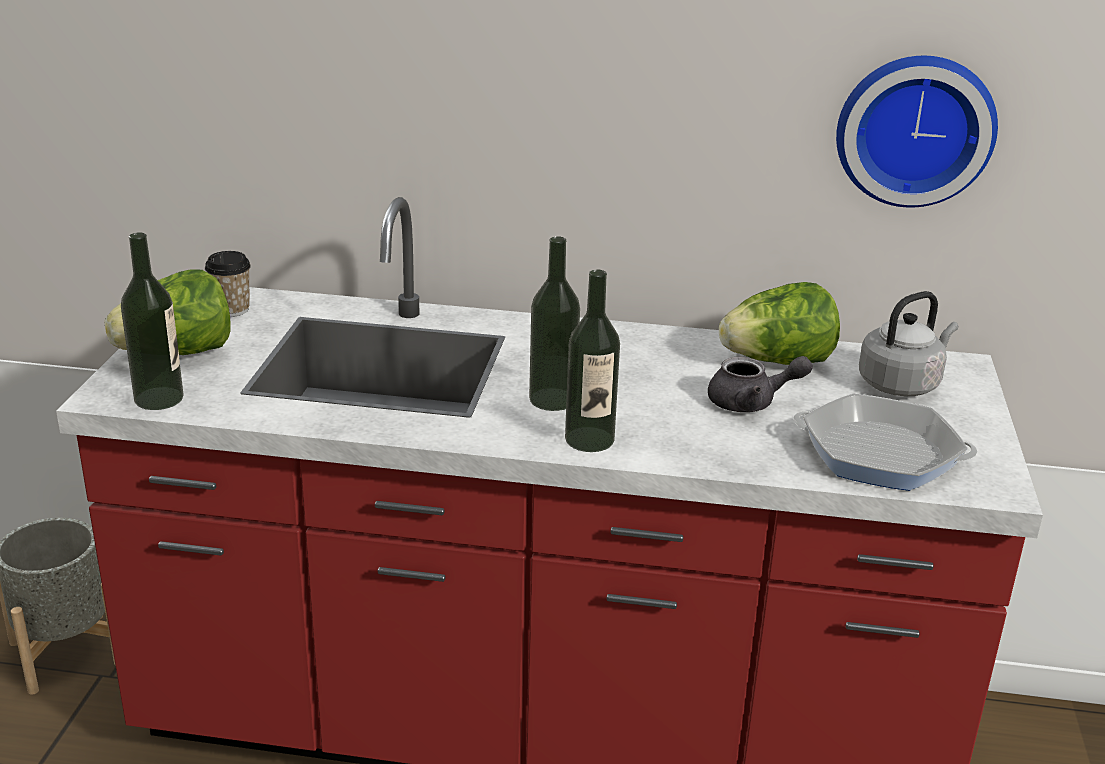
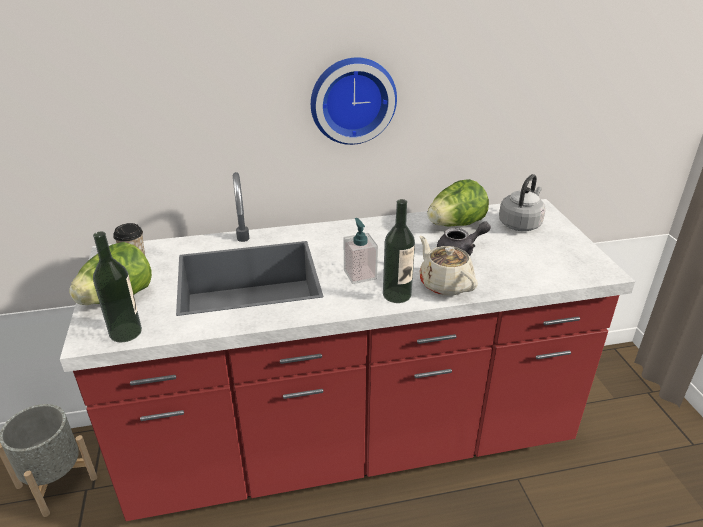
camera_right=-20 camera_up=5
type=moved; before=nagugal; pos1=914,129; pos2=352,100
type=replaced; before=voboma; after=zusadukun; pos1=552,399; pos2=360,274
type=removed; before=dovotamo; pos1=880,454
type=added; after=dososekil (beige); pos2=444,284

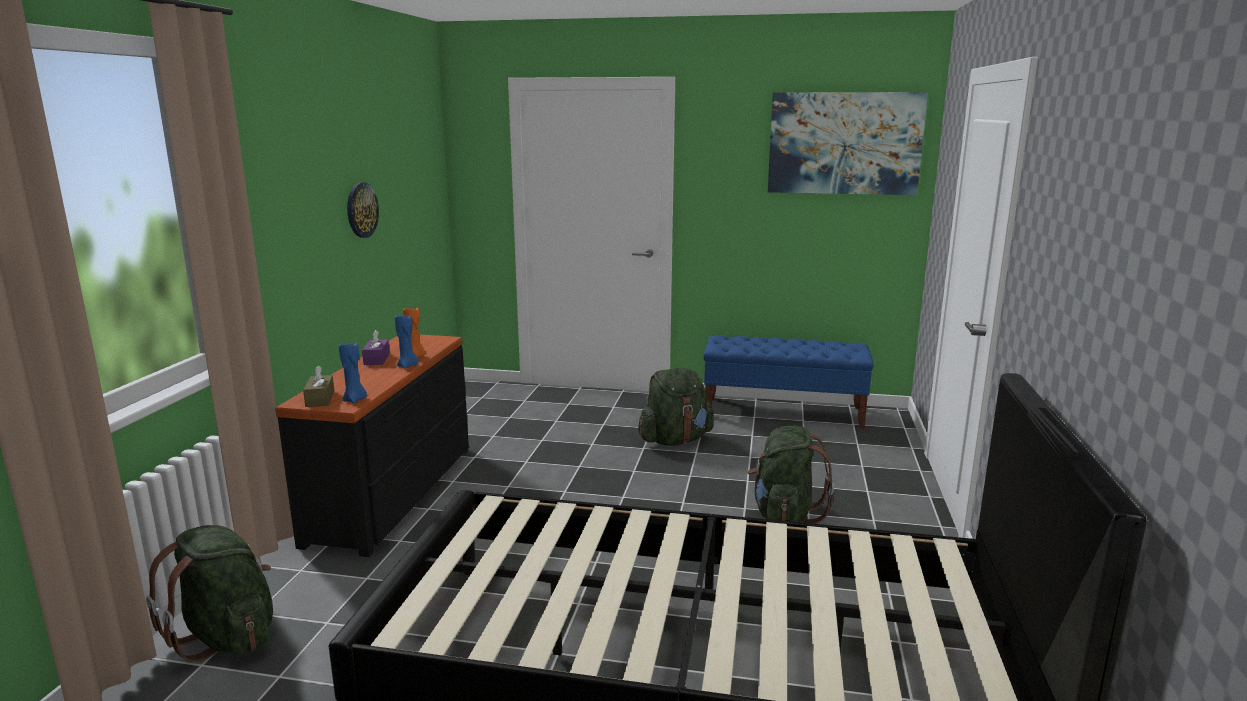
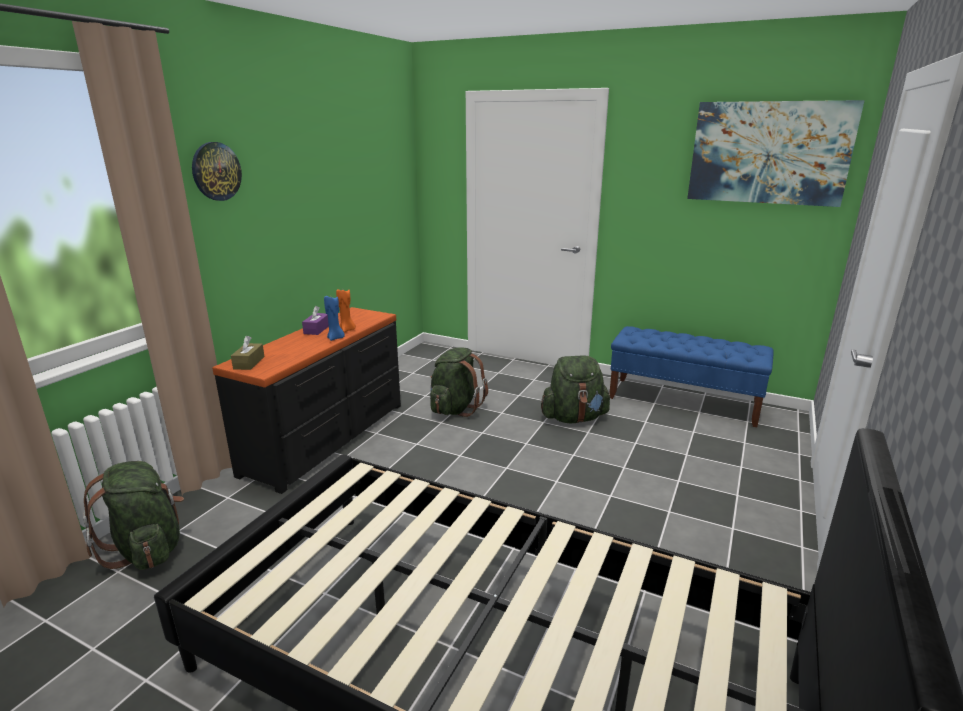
camera_right=15 camera_up=5
type=moved; before=nagugal; pos1=361,210; pos2=216,171
type=removed; before=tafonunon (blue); pos1=355,400
type=moved; before=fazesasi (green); pos1=784,514; pos2=455,408

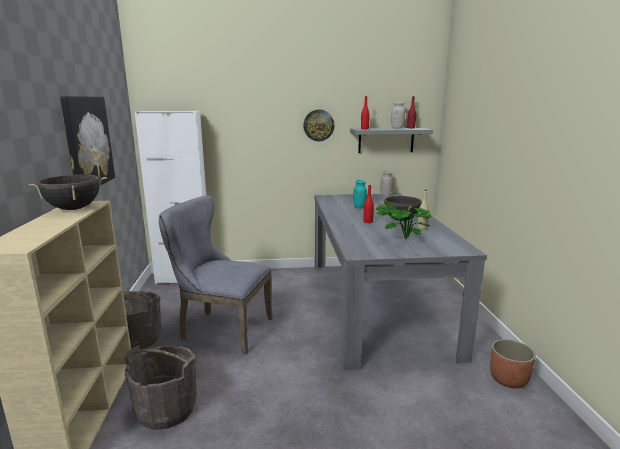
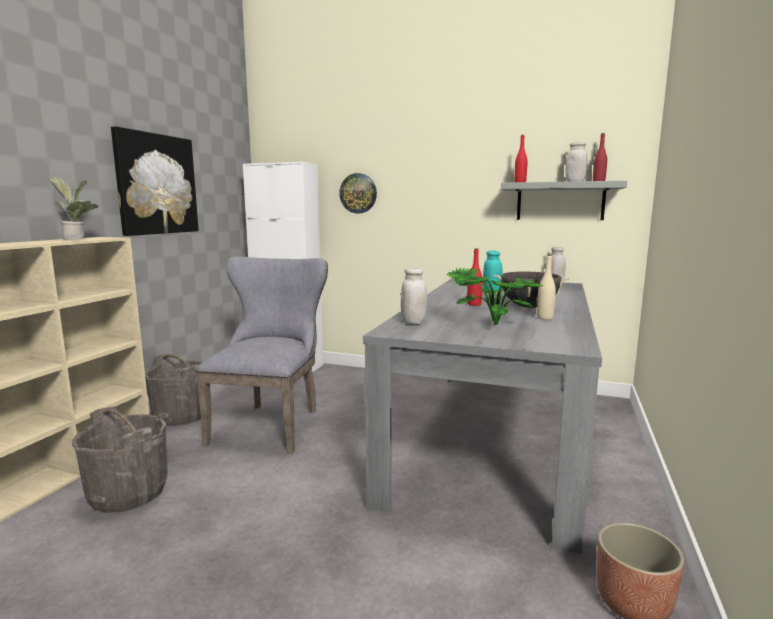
camera_right=25 camera_up=-5
type=moved; before=nagugal; pos1=318,125; pos2=358,193
type=replaced; before=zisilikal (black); after=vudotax; pos1=73,209; pos2=79,239
type=turned; before=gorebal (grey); pos1=220,329; pos2=271,423; turn=60
type=added; after=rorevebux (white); pos2=413,322

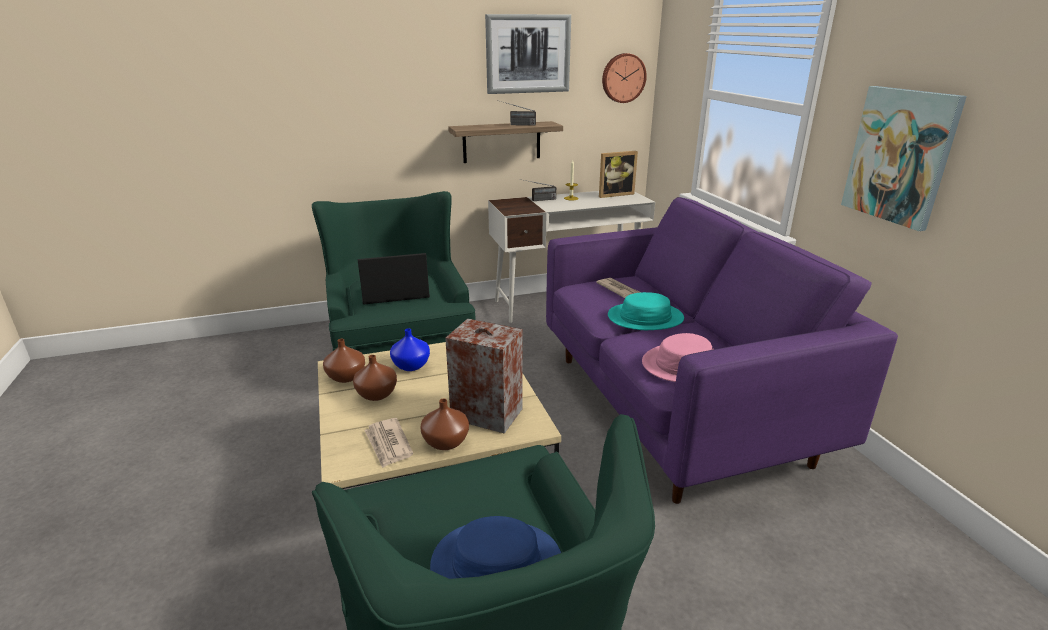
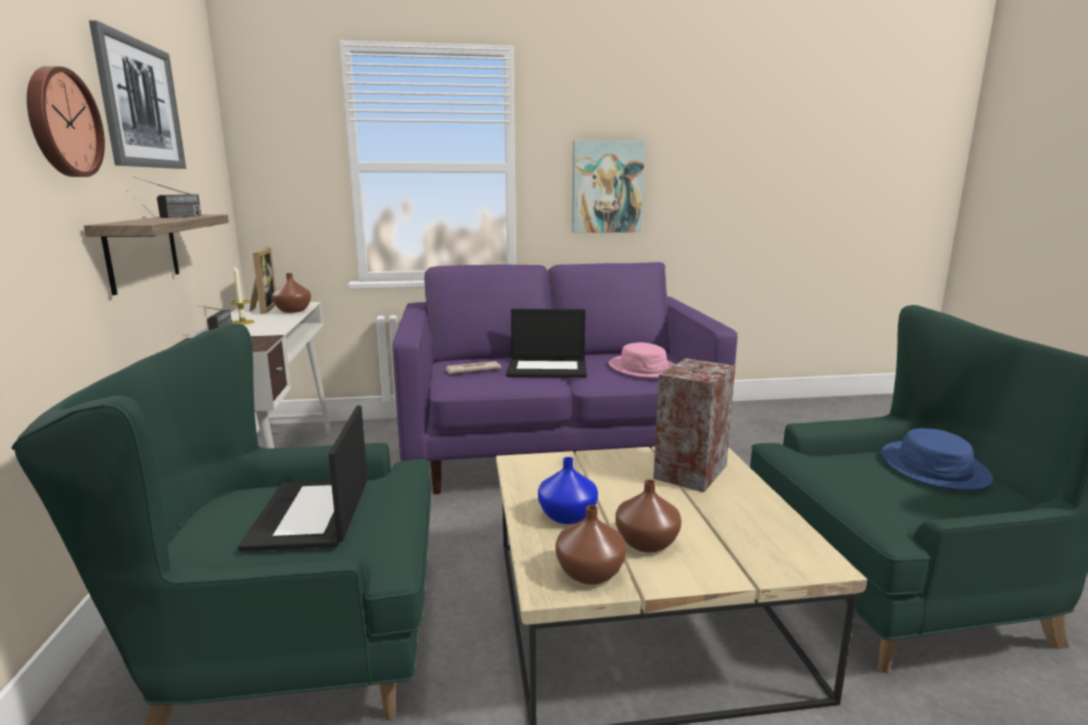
camera_right=-80 camera_up=-10
type=moved; before=nagugal; pos1=623,78; pos2=61,123
type=replaced; before=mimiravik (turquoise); after=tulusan; pos1=645,318; pos2=548,368
type=moved; before=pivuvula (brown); pos1=445,441; pos2=292,311
type=removed; before=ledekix; pos1=388,444

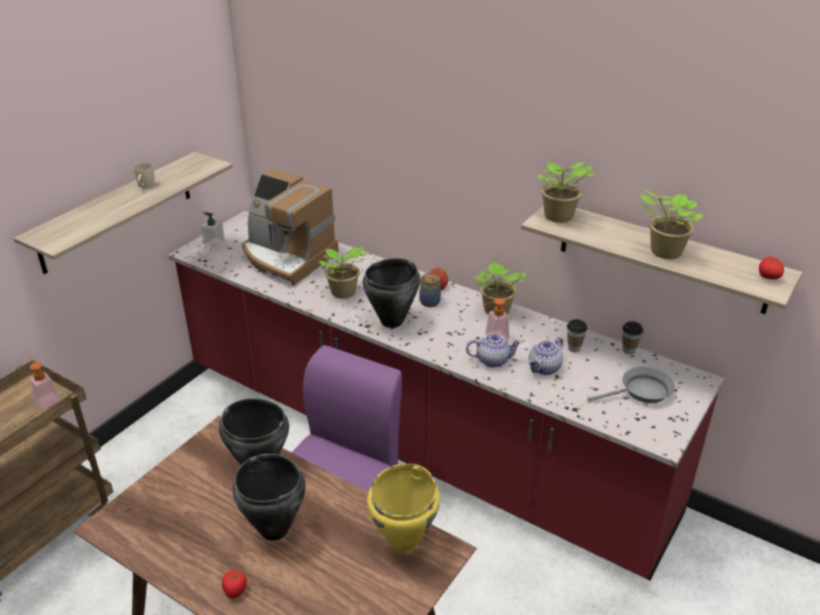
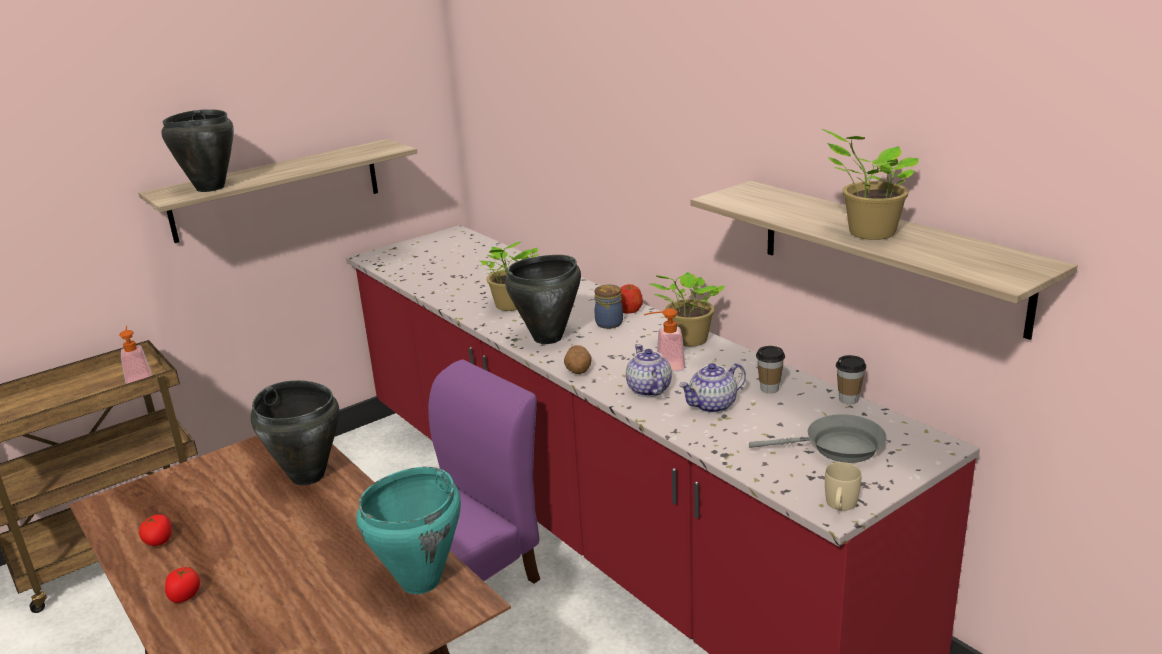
camera_right=20 camera_up=-10
type=moved; before=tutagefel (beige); pos1=145,186; pos2=840,506
type=removed; before=vudotax; pos1=558,217
type=removed; before=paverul; pos1=287,257
type=removed; before=zusadukun; pos1=214,243
type=moved; before=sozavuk; pos1=768,277; pos2=159,541
type=turned; before=dososekil; pos1=493,360; pos2=648,389; turn=-120
type=moved; before=zisilikal (black); pos1=274,530; pos2=210,188
type=recoloured; before=zisilikal (yellow); after=zisilikal (turquoise); pos1=404,541; pos2=421,581
type=added; after=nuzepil; pos2=578,371

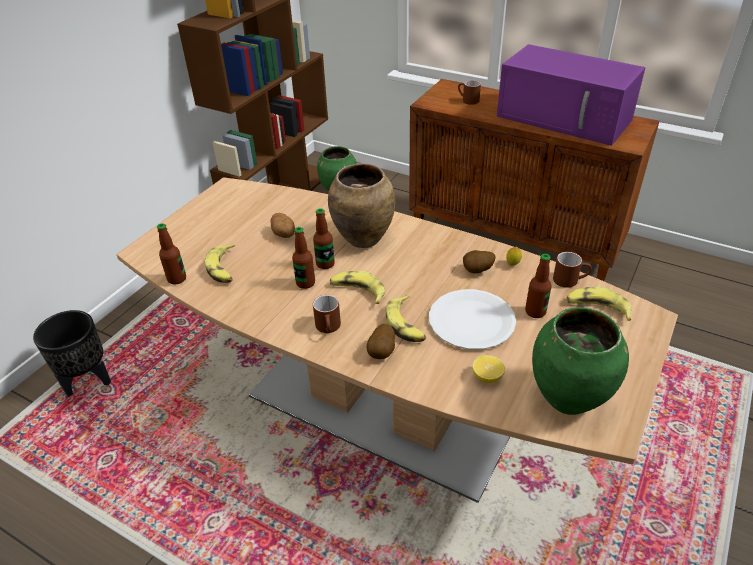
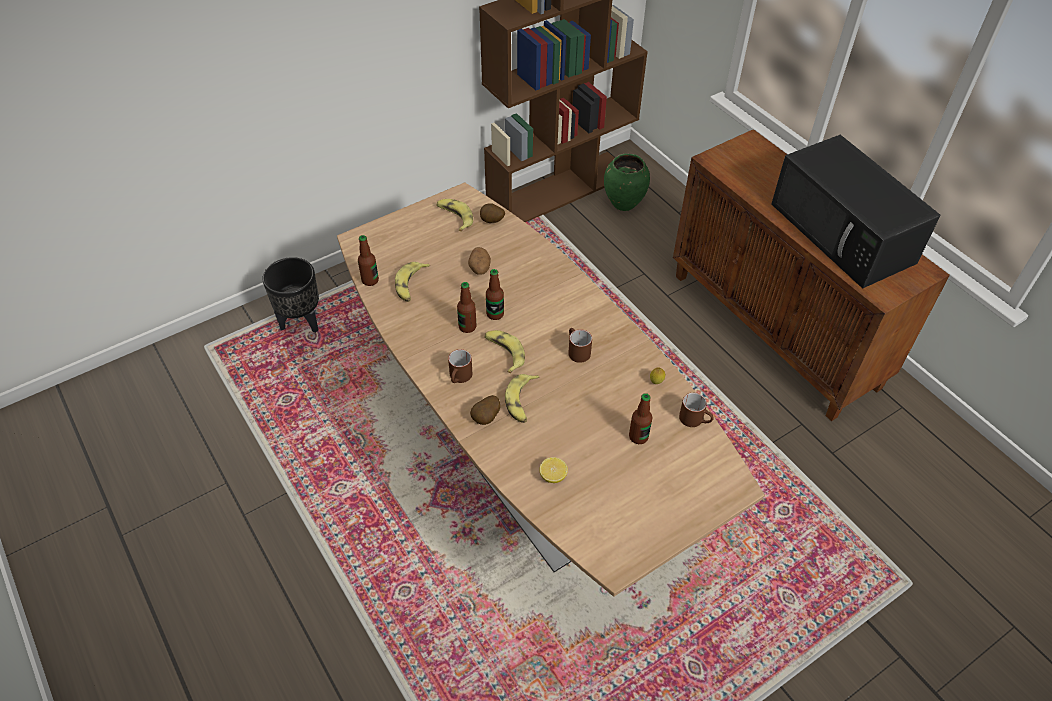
camera_right=25 camera_up=10
type=recoloured; before=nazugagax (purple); after=nazugagax (black); pos1=565,118; pos2=844,234
type=moved; before=tutagefel (brown); pos1=467,100; pos2=576,351
type=removed; before=pivuvula (brown); pos1=364,239
type=moved; before=nuzepil; pos1=477,271; pos2=492,222
type=moved; before=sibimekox; pos1=597,308; pos2=455,217
type=removed; before=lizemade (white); pos1=471,321
type=removed; before=pivuvula (green); pos1=568,398

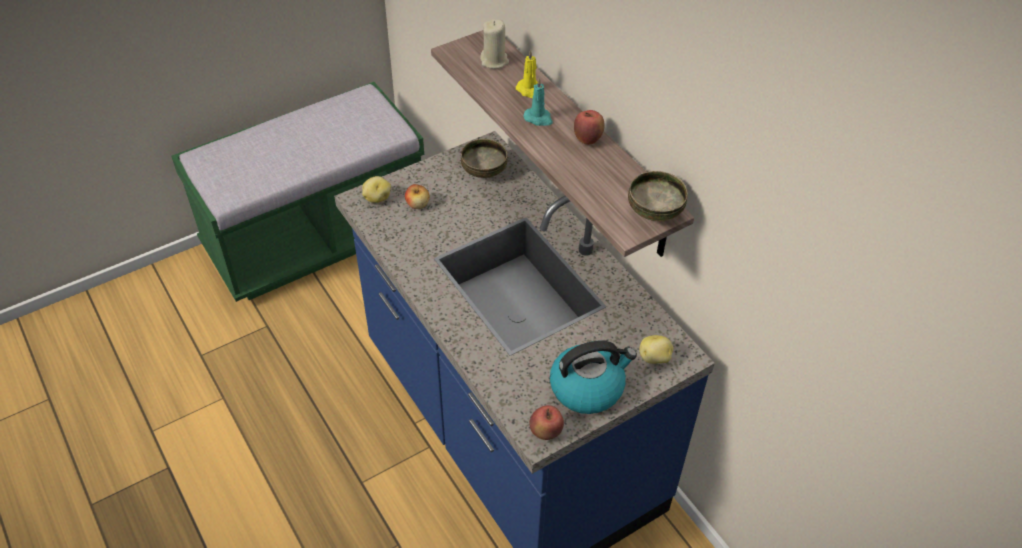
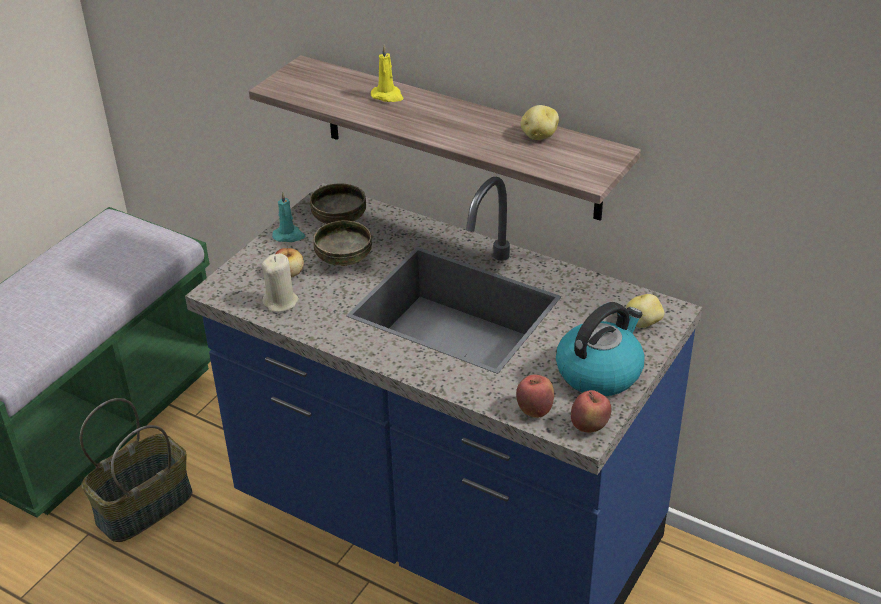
camera_right=-25 camera_up=-10
type=moved; before=tafonunon (beige); pos1=494,61; pos2=281,302
type=moved; before=tafonunon (turquoise); pos1=538,118; pos2=289,236
type=moved; before=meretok; pos1=588,139; pos2=535,410
type=moved; before=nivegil; pos1=654,211; pos2=343,260
type=moved; before=nuzepil; pos1=376,198; pos2=538,136
type=added; after=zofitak; pos2=144,506

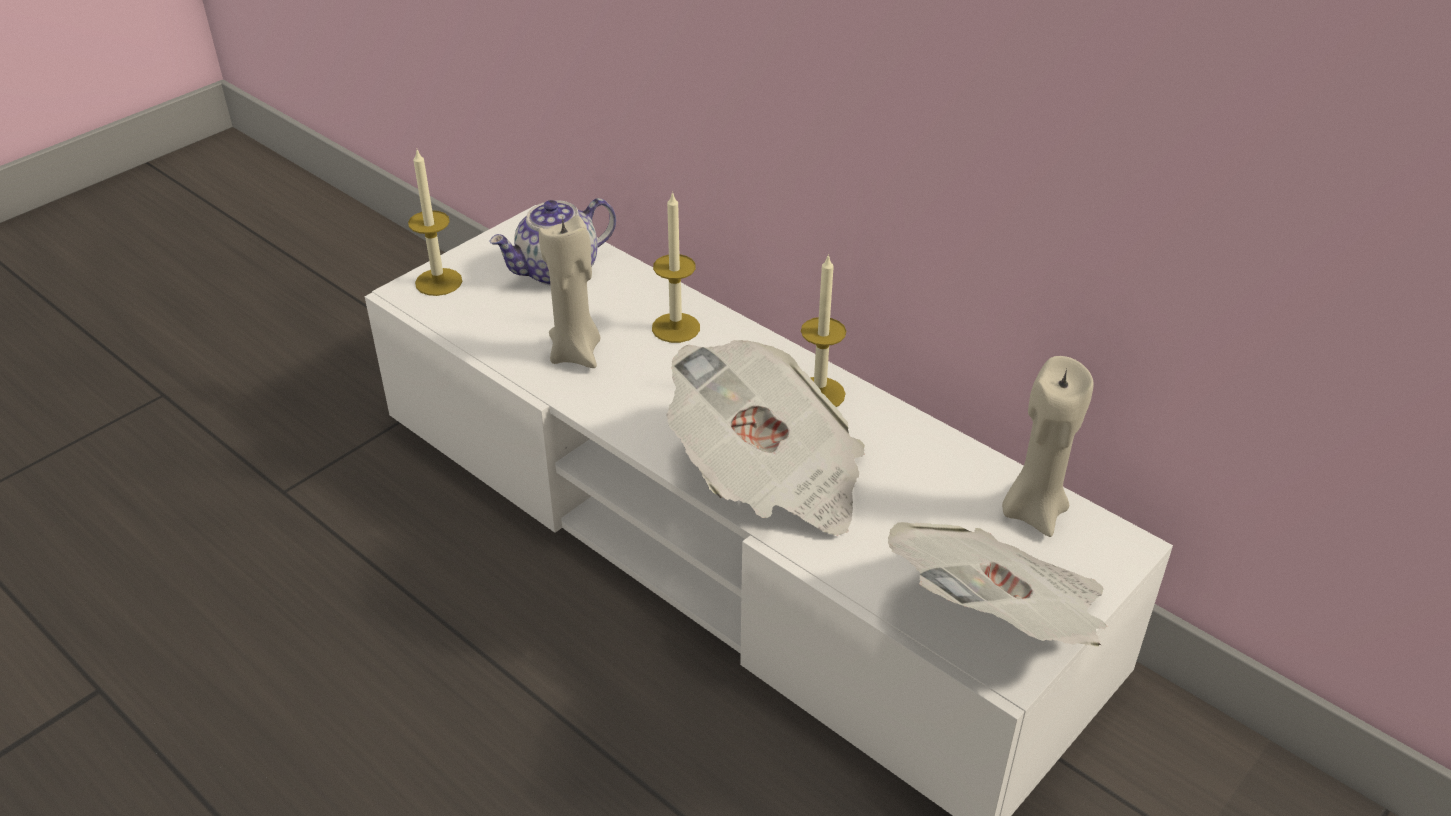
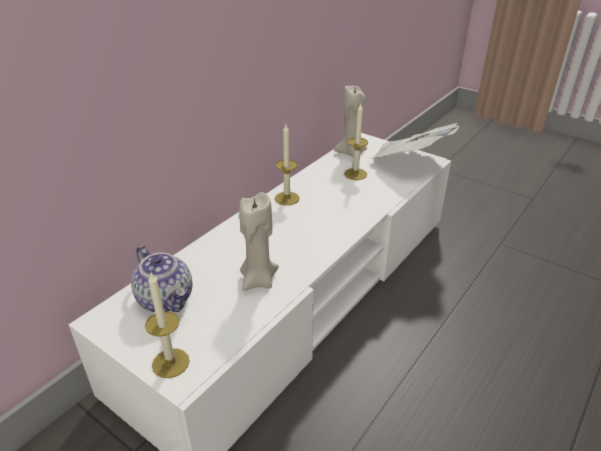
camera_right=-95 camera_up=-5
type=moved; before=tafonunon; pos1=676,328; pos2=355,174
type=removed; before=ledekix; pos1=769,477

